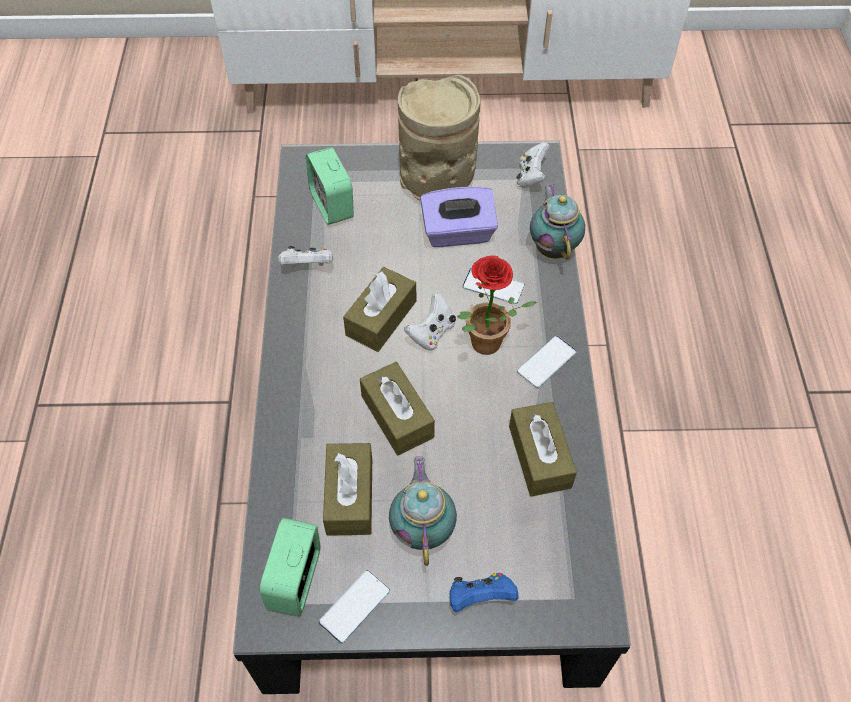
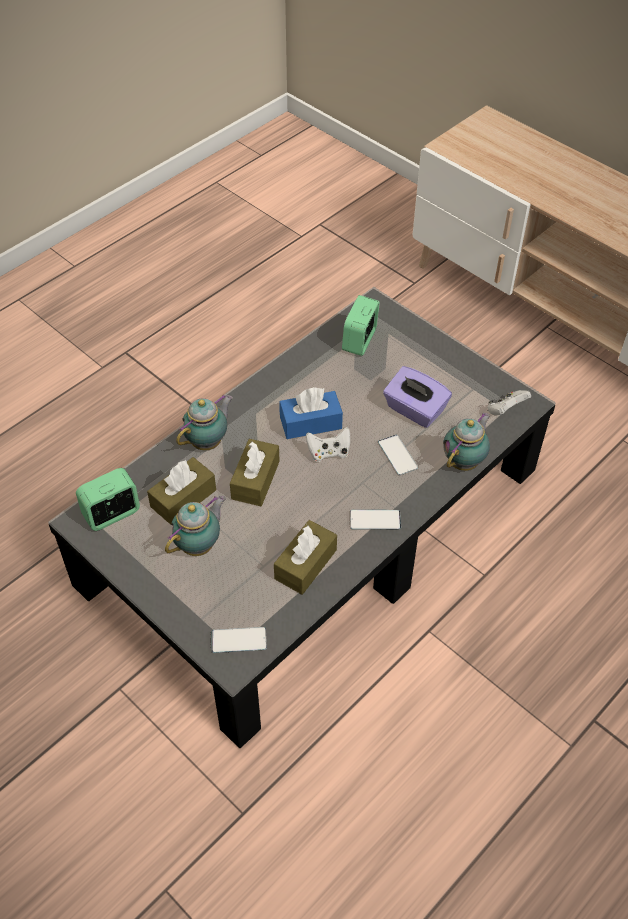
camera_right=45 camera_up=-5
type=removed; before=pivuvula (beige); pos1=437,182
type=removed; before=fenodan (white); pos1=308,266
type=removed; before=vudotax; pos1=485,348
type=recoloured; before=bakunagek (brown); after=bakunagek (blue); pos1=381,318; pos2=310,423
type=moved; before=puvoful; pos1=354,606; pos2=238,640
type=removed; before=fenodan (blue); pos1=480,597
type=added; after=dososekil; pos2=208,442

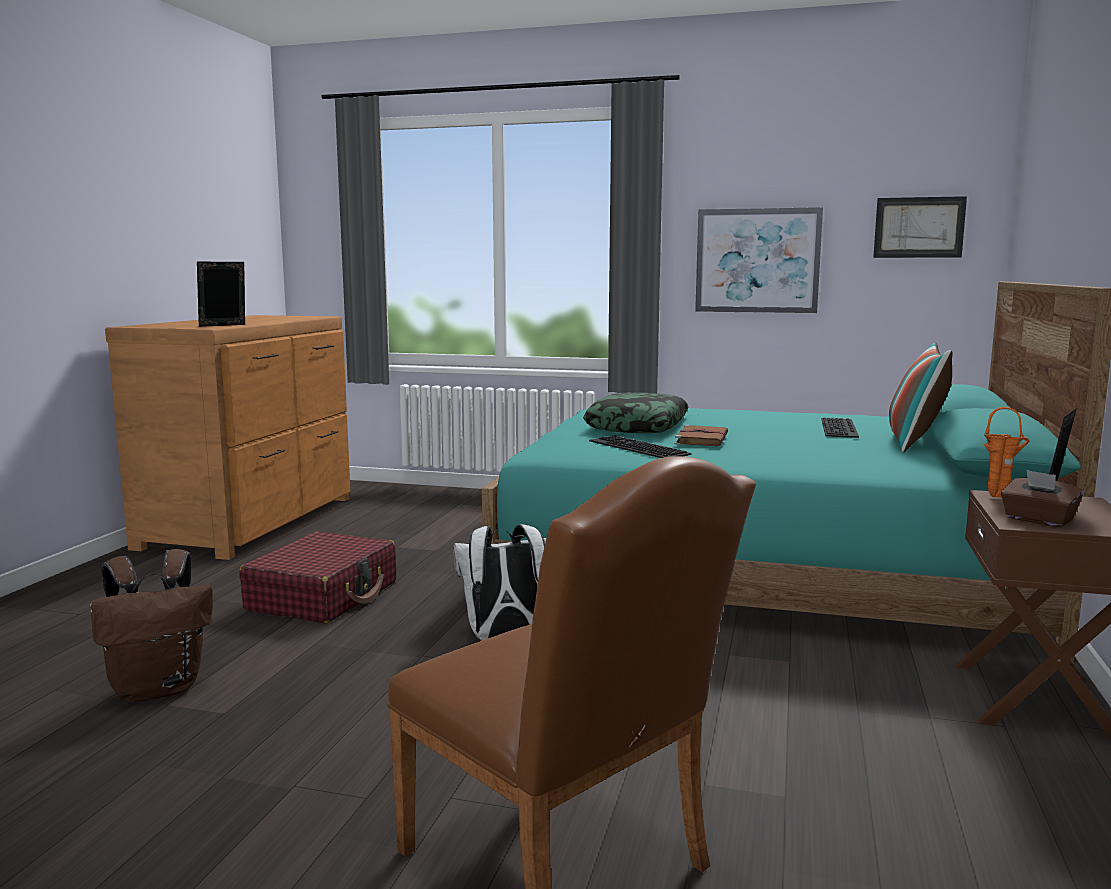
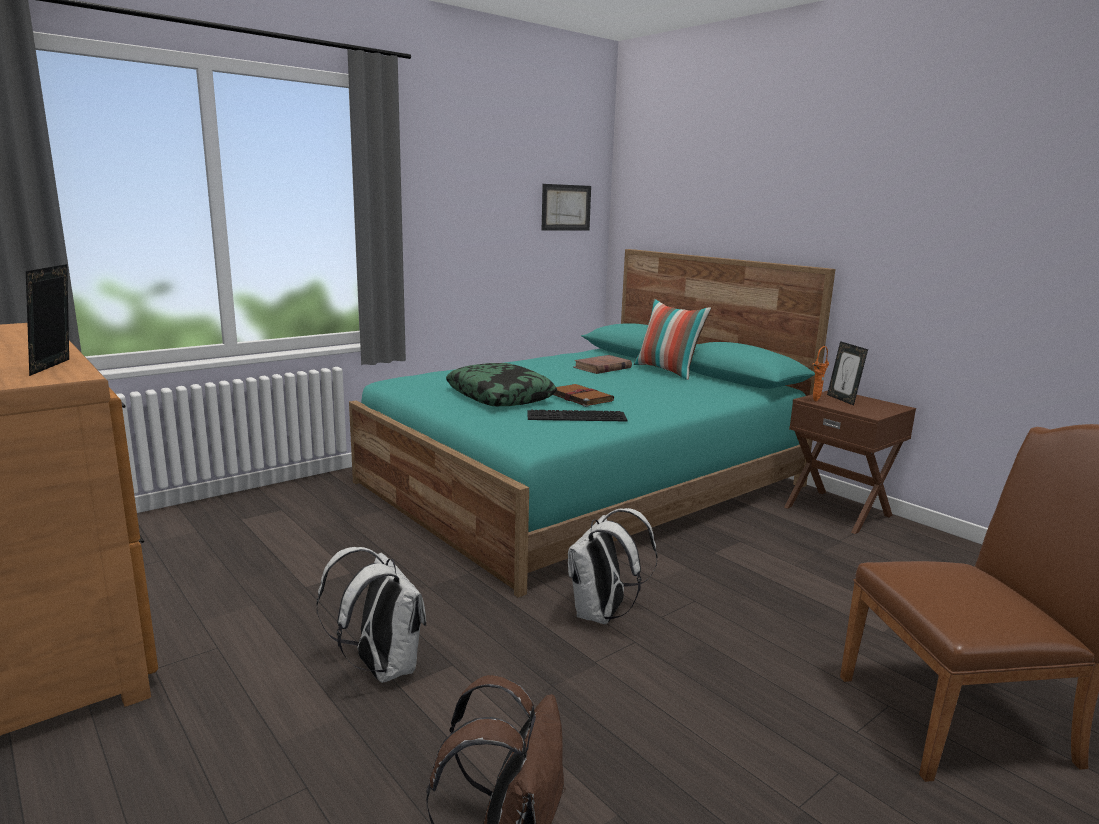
camera_right=-55 camera_up=5
type=removed; before=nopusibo; pos1=757,261
type=replaced; before=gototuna; after=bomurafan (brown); pos1=841,428; pos2=602,368
type=removed; before=bakunagek (brown); pos1=1038,520
type=replaced; before=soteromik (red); after=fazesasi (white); pos1=324,596; pos2=381,668

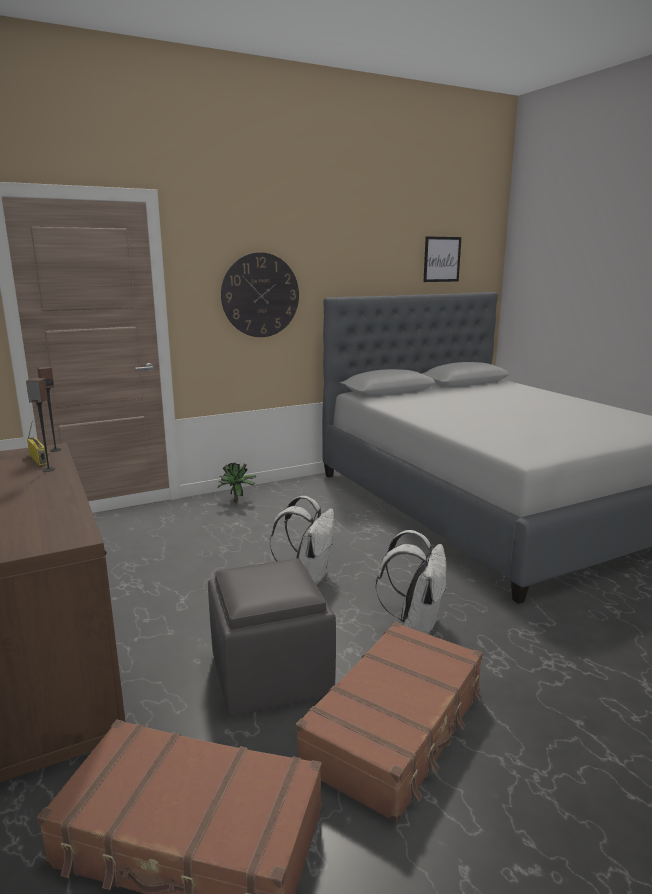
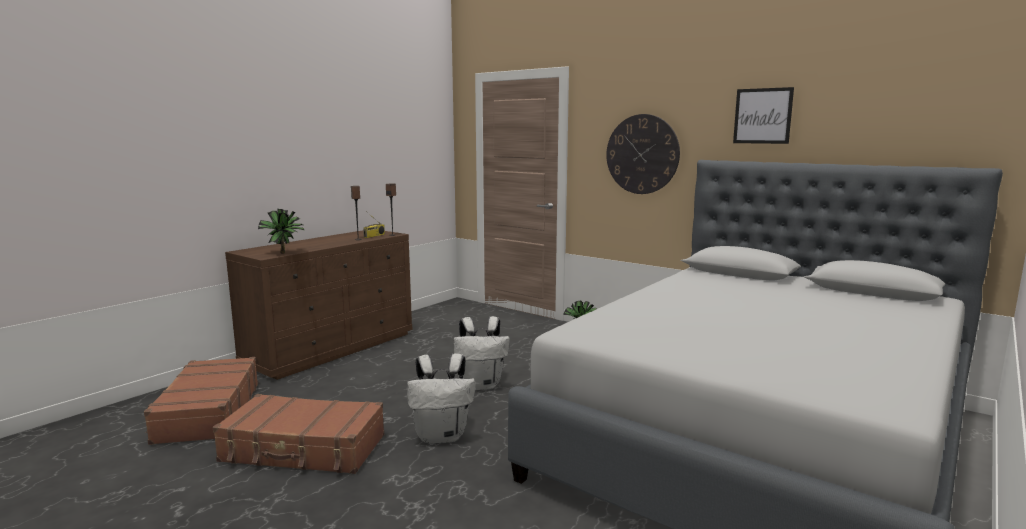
camera_right=65 camera_up=-5
type=moved; before=nopusibo; pos1=442,259; pos2=762,116
type=removed; before=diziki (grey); pos1=269,674
type=added; after=vudotax; pos2=284,253

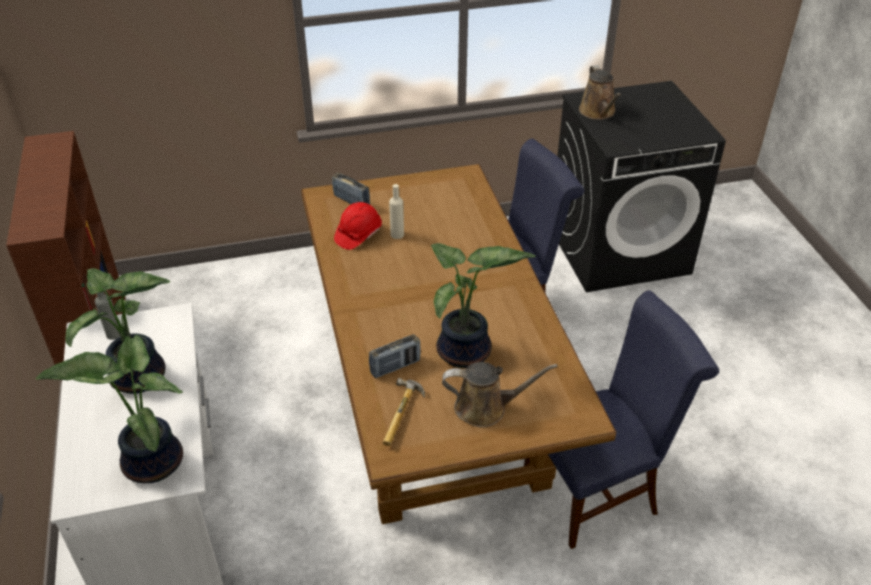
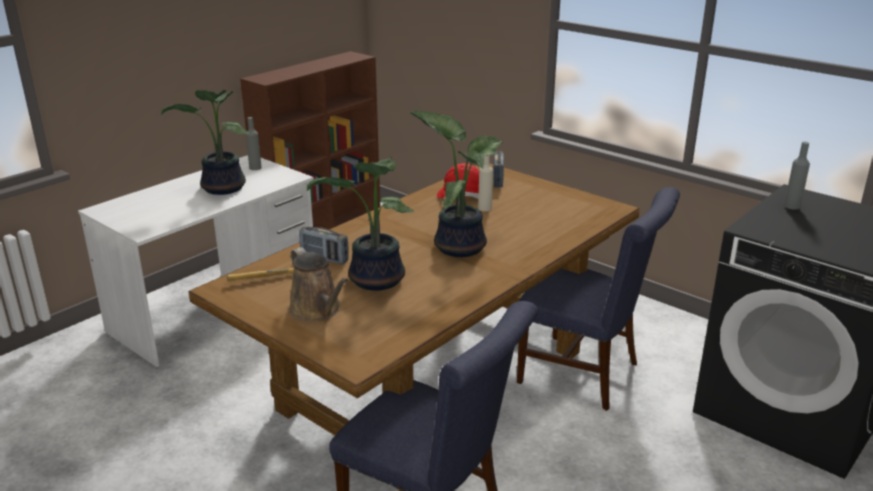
camera_right=55 camera_up=-15
type=replaced; before=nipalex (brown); after=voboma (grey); pos1=598,112; pos2=792,206
type=moved; before=vudotax; pos1=150,461; pos2=459,245

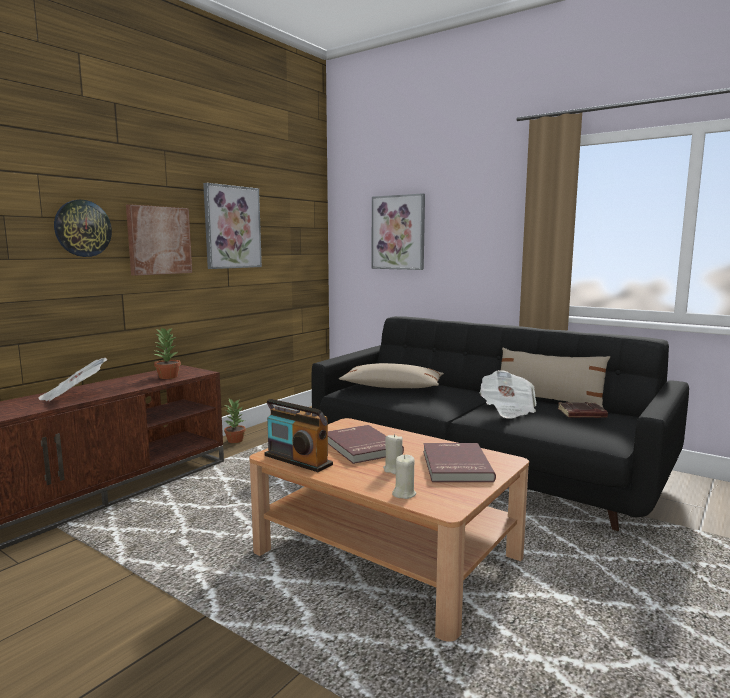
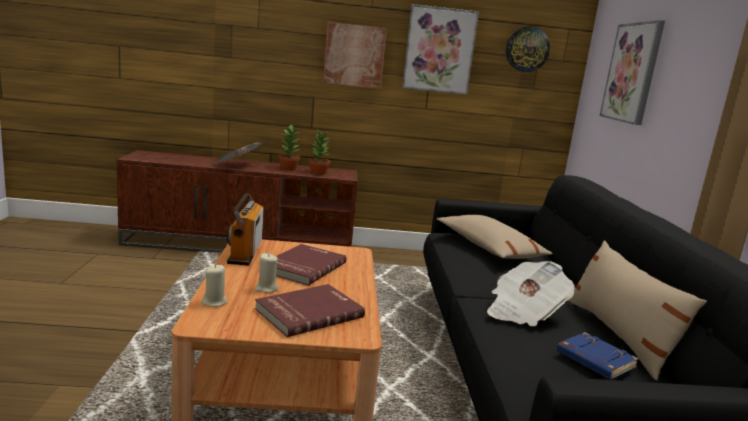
camera_right=50 camera_up=5
type=moved; before=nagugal; pos1=82,228; pos2=527,49
type=moved; before=vudotax; pos1=235,440; pos2=288,168
type=recoloured; before=bomurafan (brown); after=bomurafan (blue); pos1=581,414; pos2=593,360

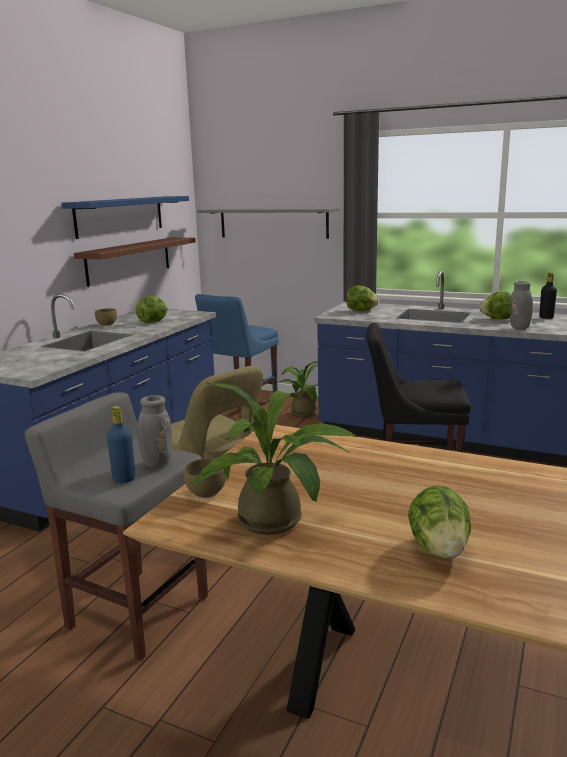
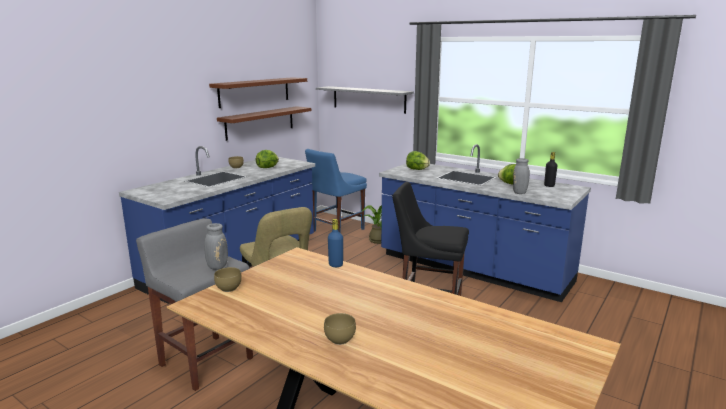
camera_right=10 camera_up=0
type=recoloured; before=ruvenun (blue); after=ruvenun (brown); pos1=120,216; pos2=254,92
type=removed; before=vudotax; pos1=277,522
type=moved; before=voboma (blue); pos1=124,479; pos2=335,265
type=replaced; before=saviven; after=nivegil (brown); pos1=439,549; pos2=341,339

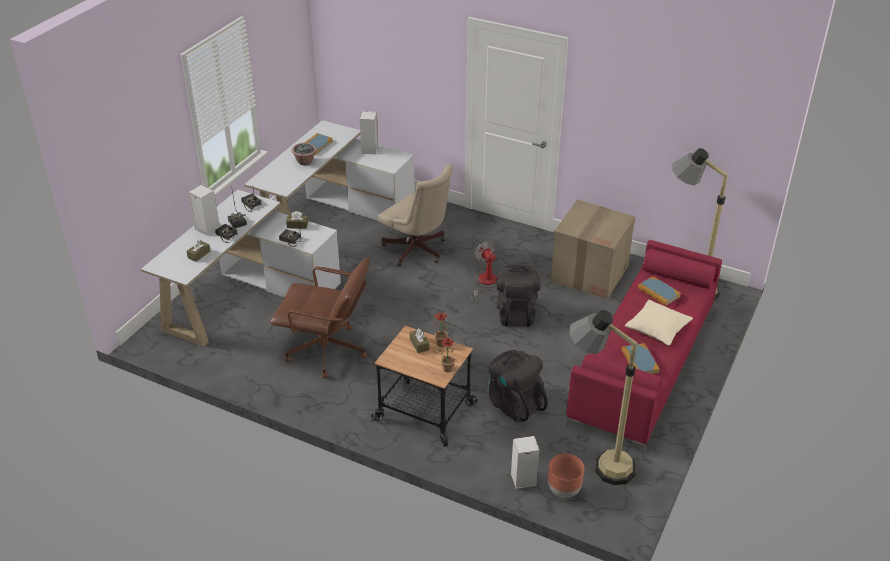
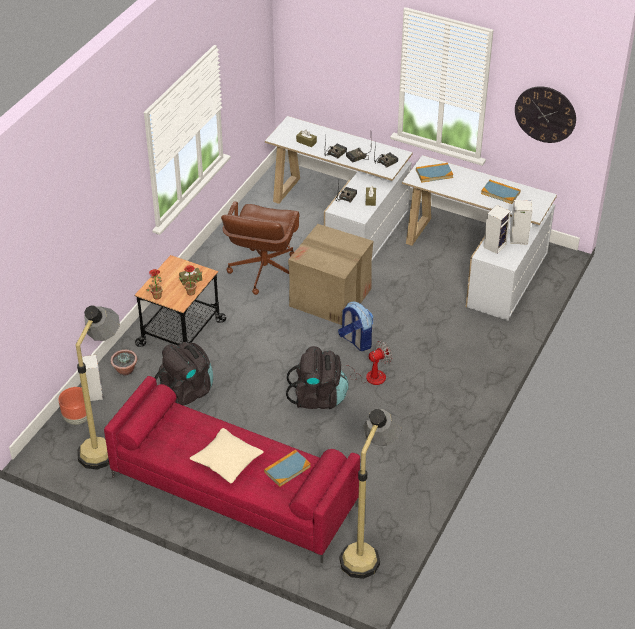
camera_right=90 camera_up=5
type=moved; before=vudotax; pos1=305,162; pos2=125,370
type=removed; before=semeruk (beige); pos1=417,251
type=moved; before=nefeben; pos1=206,228; pos2=494,245
type=moved; before=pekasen; pos1=590,273; pos2=331,297
type=moved; before=bomurafan; pos1=639,361; pos2=434,174
type=added; after=nagugal; pos2=545,114
type=added; after=fazesasi; pos2=355,341

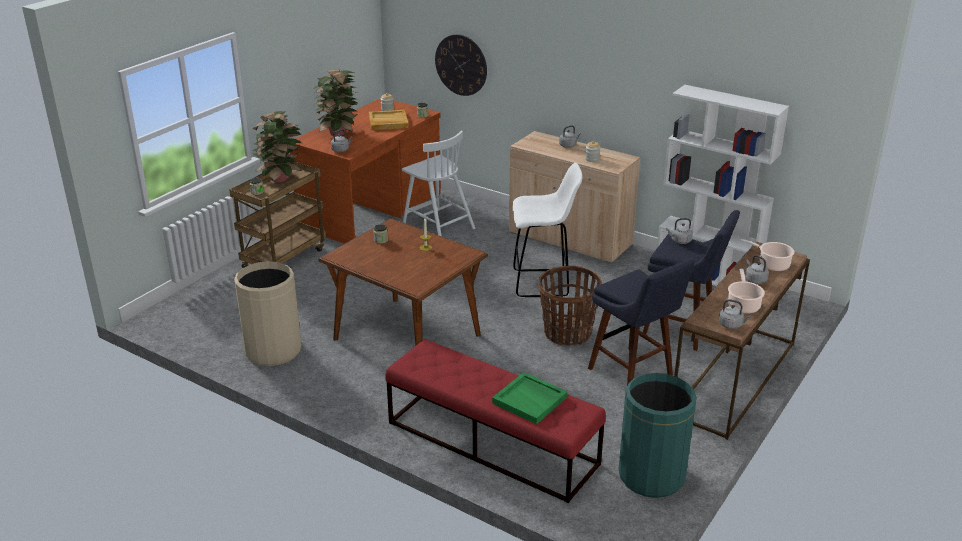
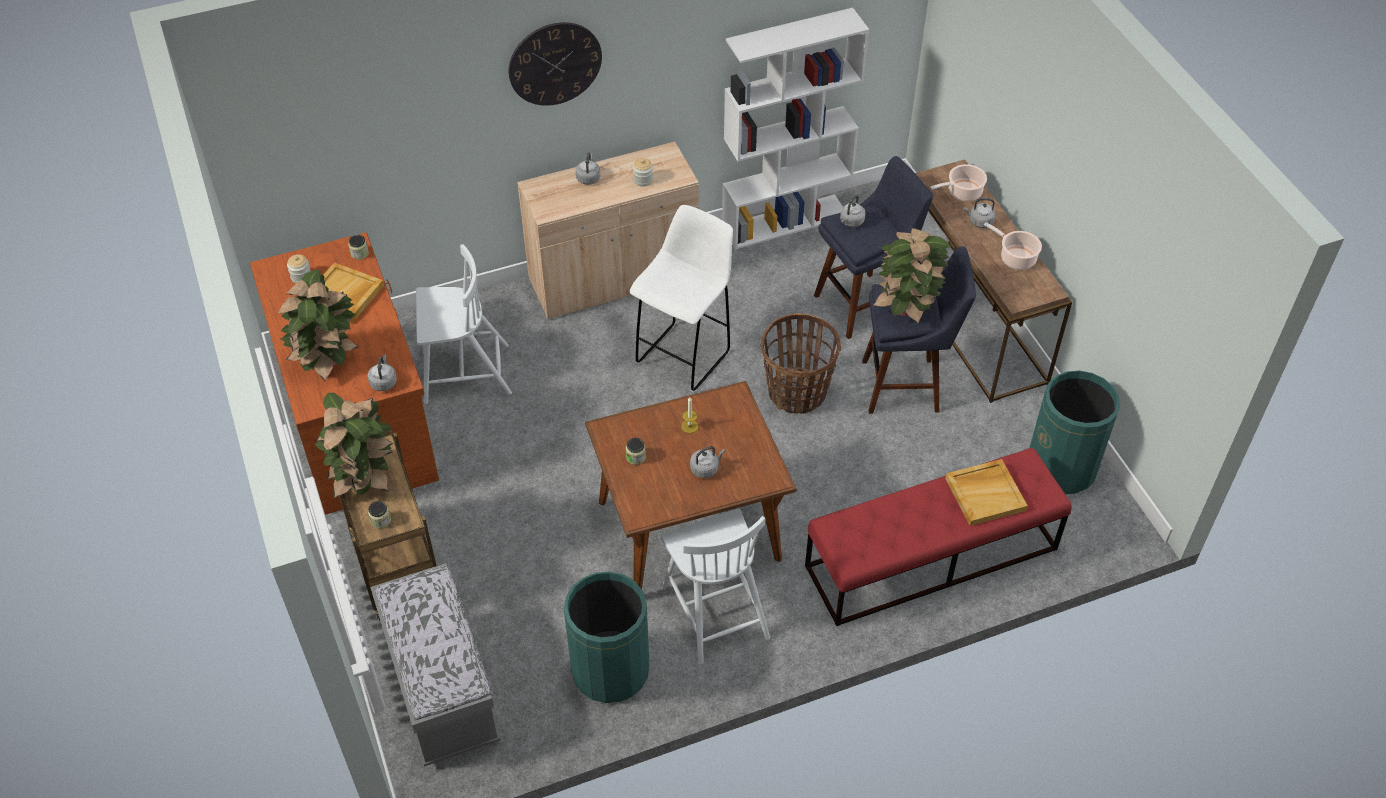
camera_right=-55 camera_up=20
type=moved; before=nagugal; pos1=461,65; pos2=555,63
type=recoloured; before=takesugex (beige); after=takesugex (green); pos1=273,350; pos2=610,670
type=moved; before=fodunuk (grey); pos1=731,325; pos2=705,468
type=recoloured; before=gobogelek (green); after=gobogelek (beige); pos1=530,400; pos2=985,493
type=added; after=vudotax; pos2=905,310
type=added; after=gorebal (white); pos2=714,610
type=added; after=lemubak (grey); pos2=441,689

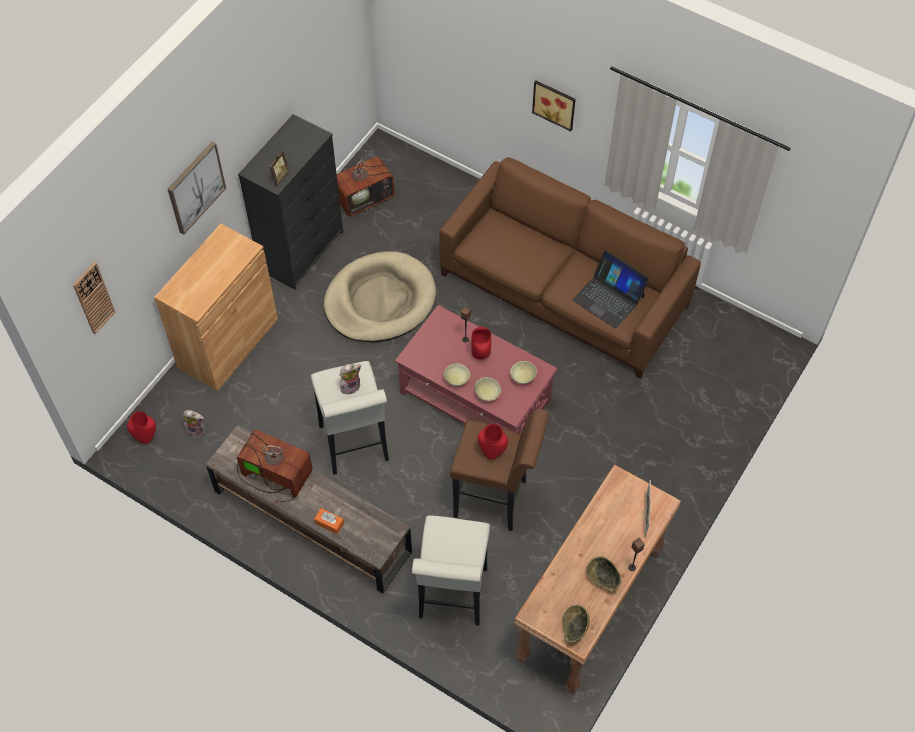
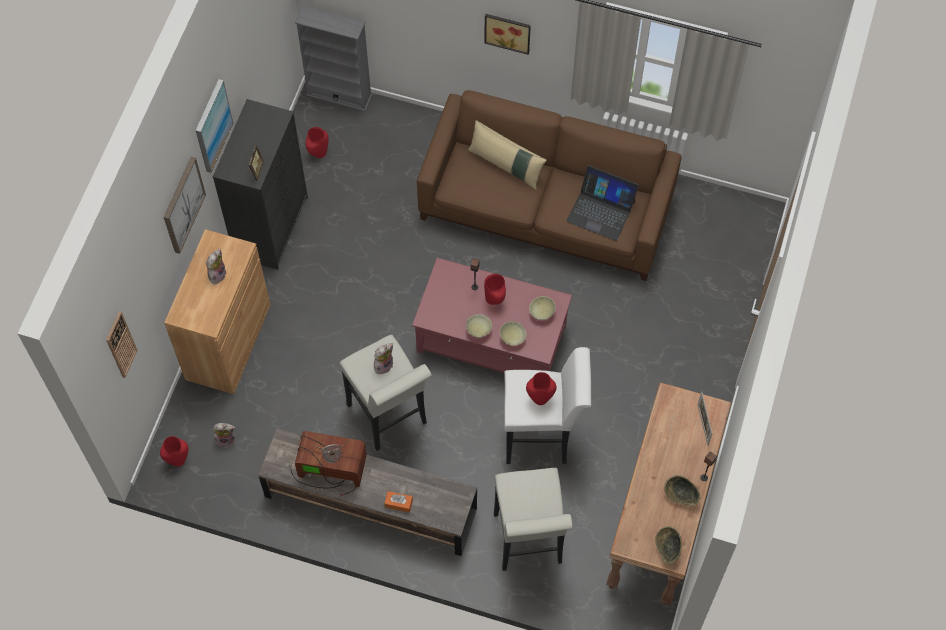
camera_right=-15 camera_up=5
type=replaced; before=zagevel; after=pivuvula (red); pos1=365,196; pos2=318,153
type=removed; before=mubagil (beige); pos1=380,300
type=recoloured; before=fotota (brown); after=fotota (white); pos1=496,500; pos2=542,436
type=added; after=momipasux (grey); pos2=339,95
type=added; after=nopusibo; pos2=212,125
type=added; after=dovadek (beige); pos2=506,165
type=added; after=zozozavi; pos2=216,274

